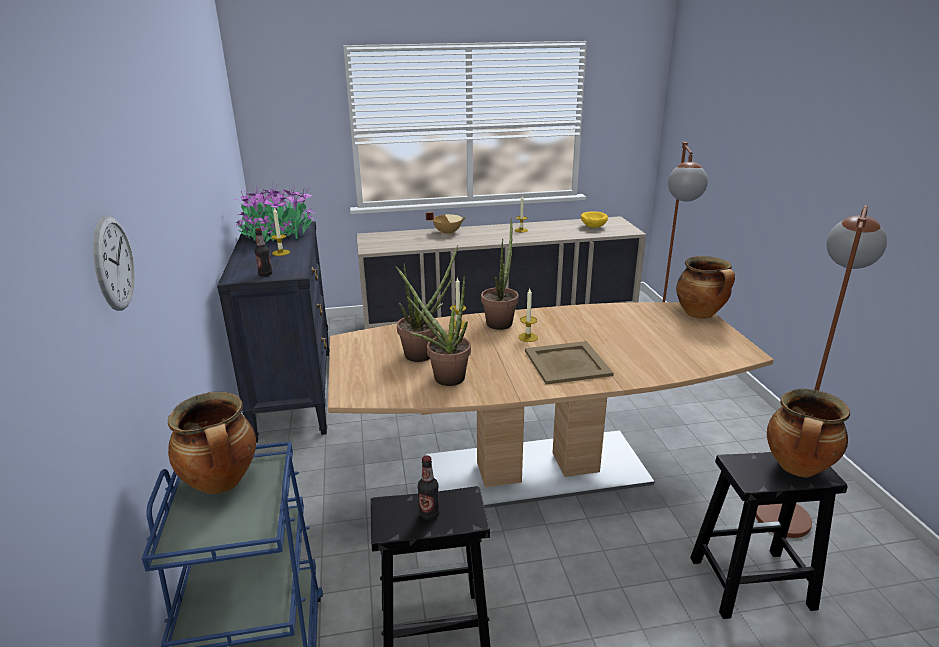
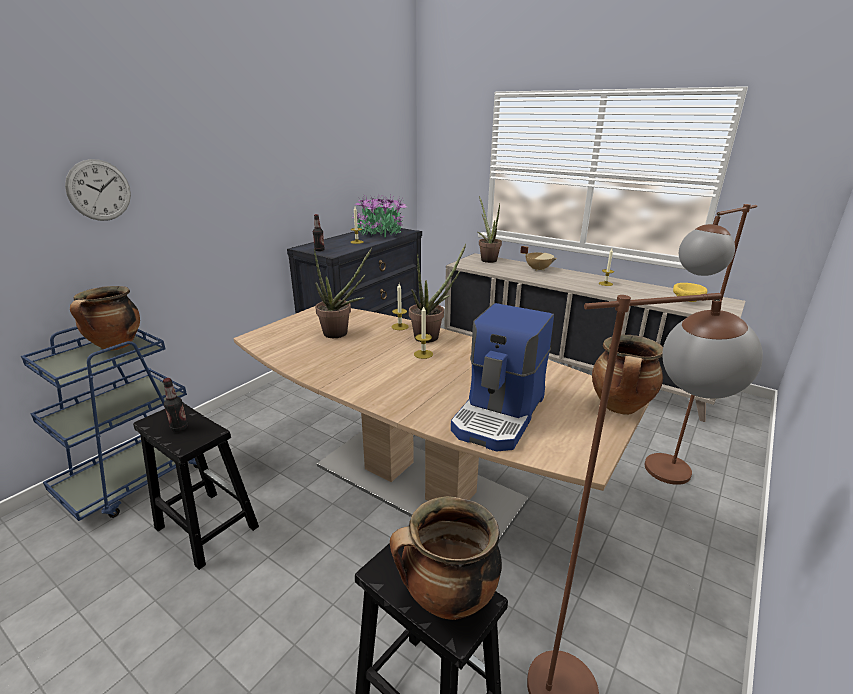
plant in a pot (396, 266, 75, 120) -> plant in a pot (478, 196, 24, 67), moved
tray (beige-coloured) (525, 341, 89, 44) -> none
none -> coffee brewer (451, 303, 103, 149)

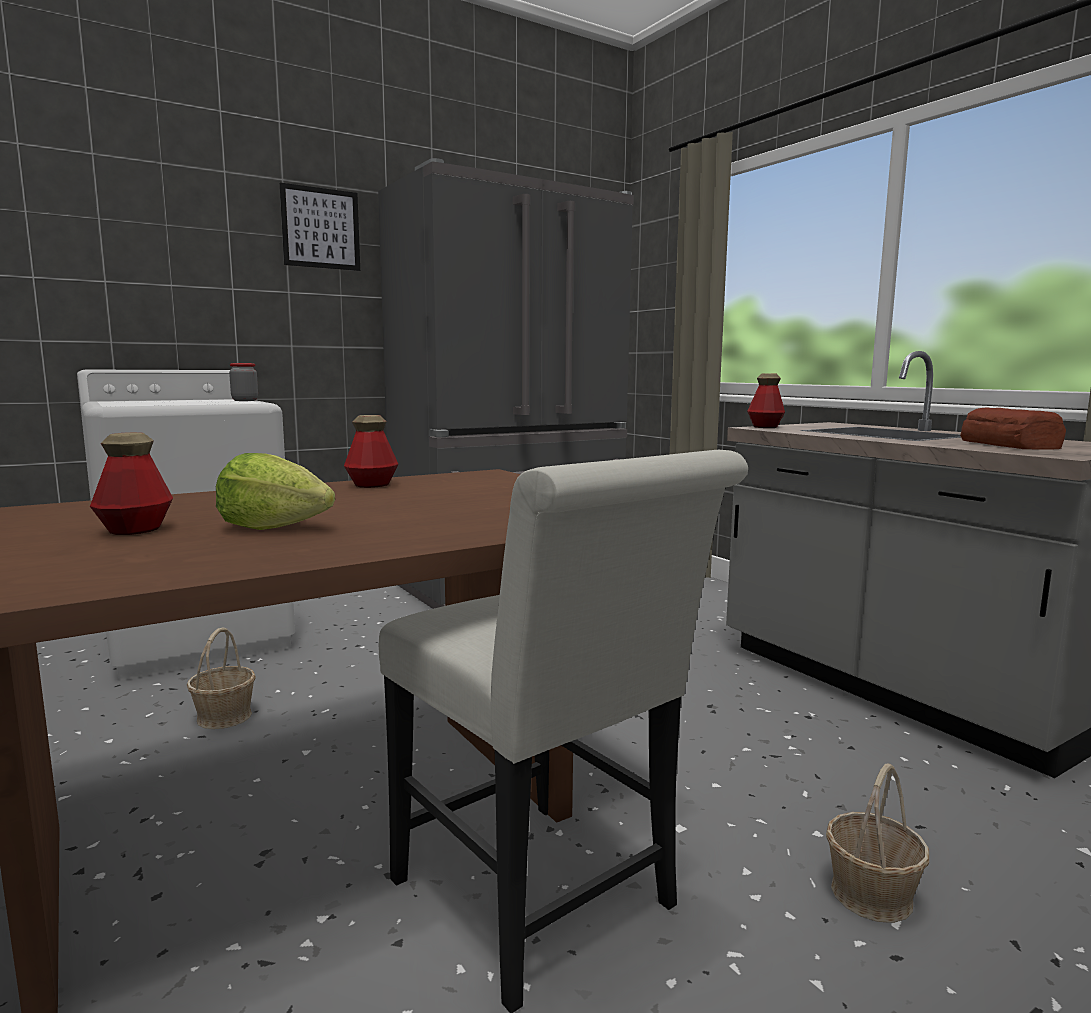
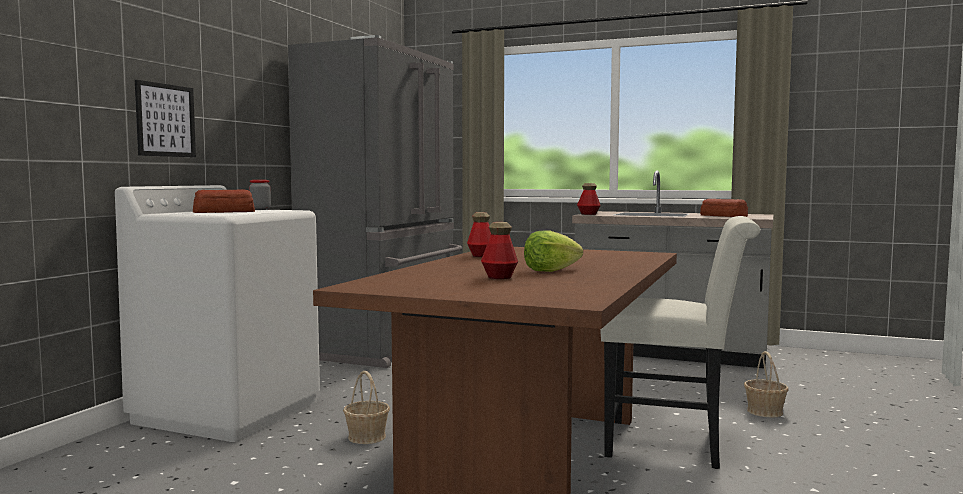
picture (280, 182, 80, 89) -> picture (135, 80, 61, 77), moved
none -> bread (193, 189, 62, 24)

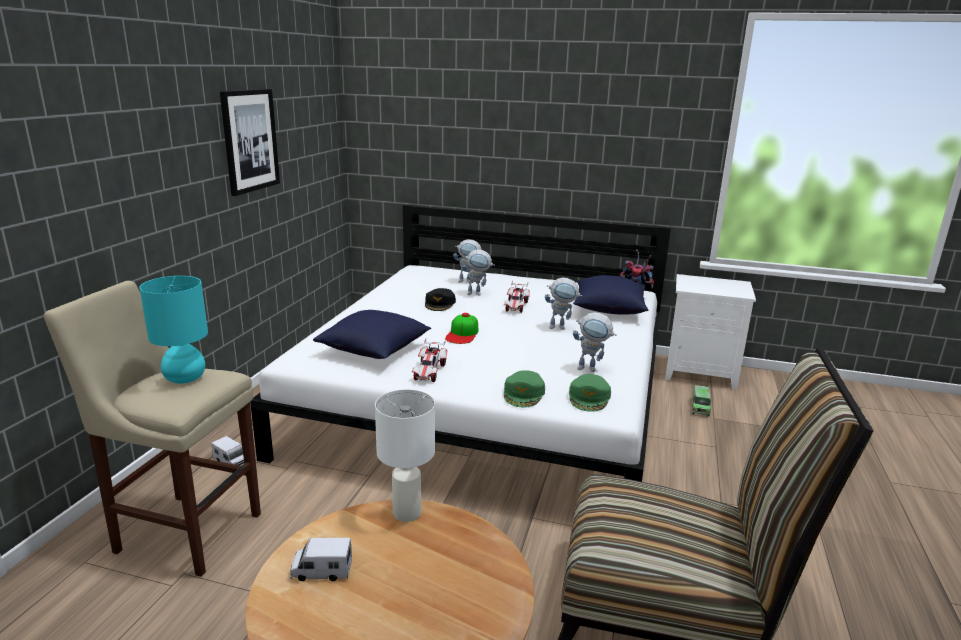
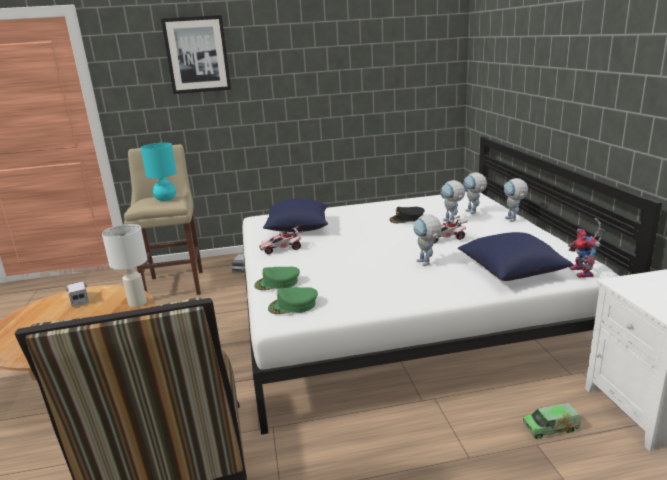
picture (220, 89, 60, 107) -> picture (161, 15, 70, 79), moved
robot figure (573, 312, 44, 60) -> robot figure (504, 178, 24, 44), moved
cap (445, 313, 33, 31) -> none

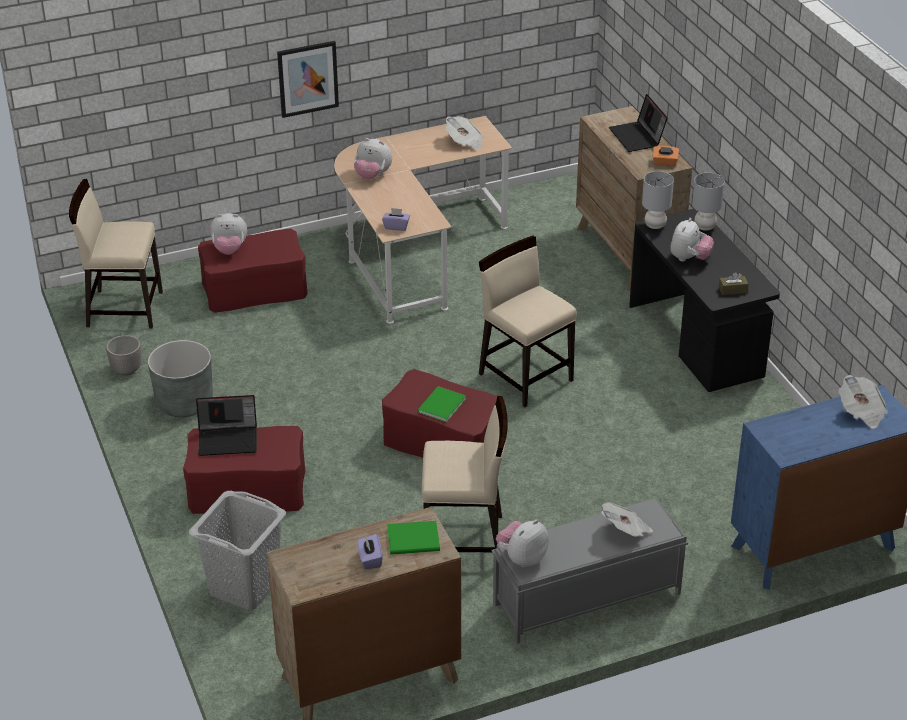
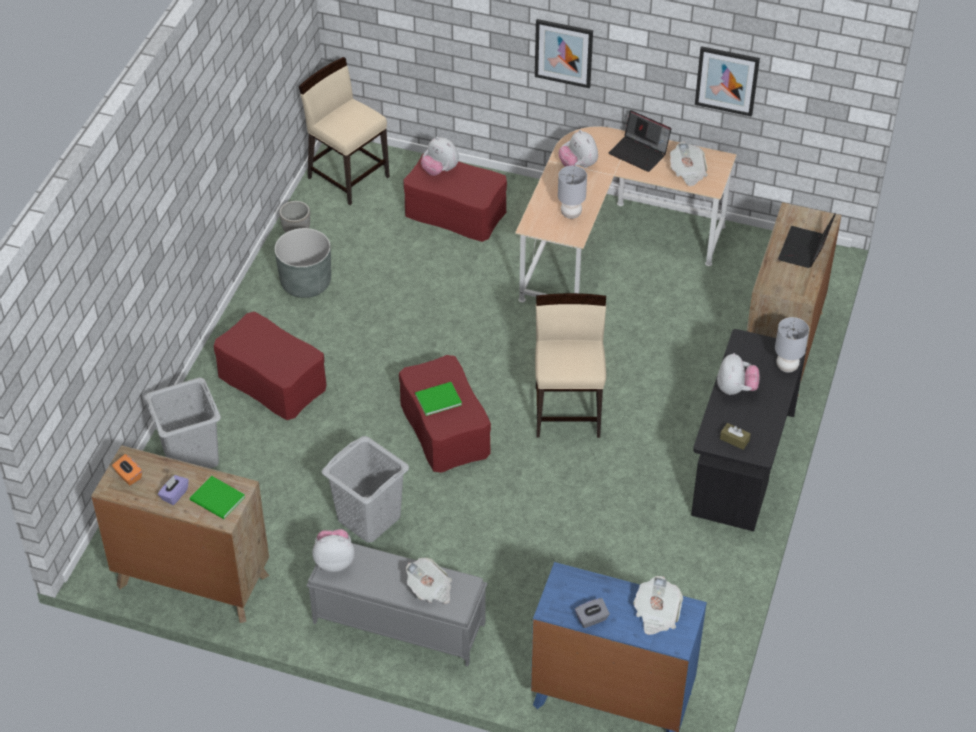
box of tissues (orangey) (653, 146, 26, 20) -> box of tissues (orangey) (112, 454, 30, 31), moved
table lamp (greyish) (642, 171, 32, 58) -> table lamp (greyish) (558, 166, 29, 53), moved
box of tissues (purple) (382, 208, 28, 23) -> none
cuddly toy (670, 218, 44, 44) -> cuddly toy (717, 353, 43, 42), 60 degrees counterclockwise
laptop (196, 395, 61, 61) -> laptop (609, 110, 62, 62), moved
upright chair (beige-coloured) (422, 396, 86, 156) -> washing basket (greyish) (322, 436, 87, 107)
none -> picture (695, 46, 65, 71)
none -> box of tissues (greyish) (575, 598, 35, 30)

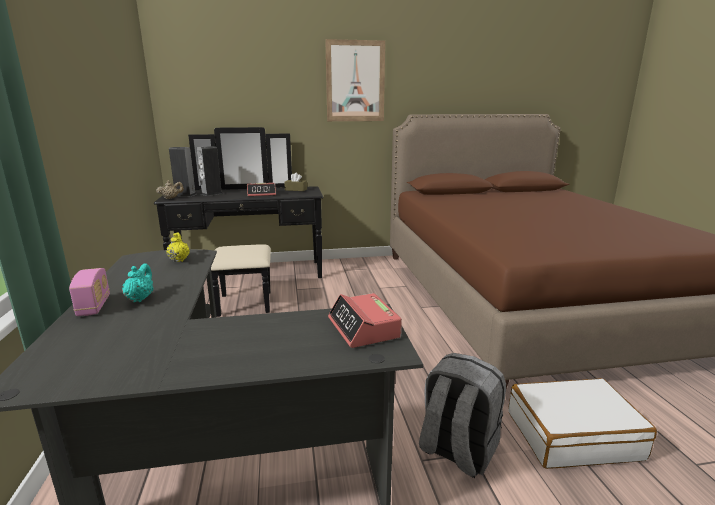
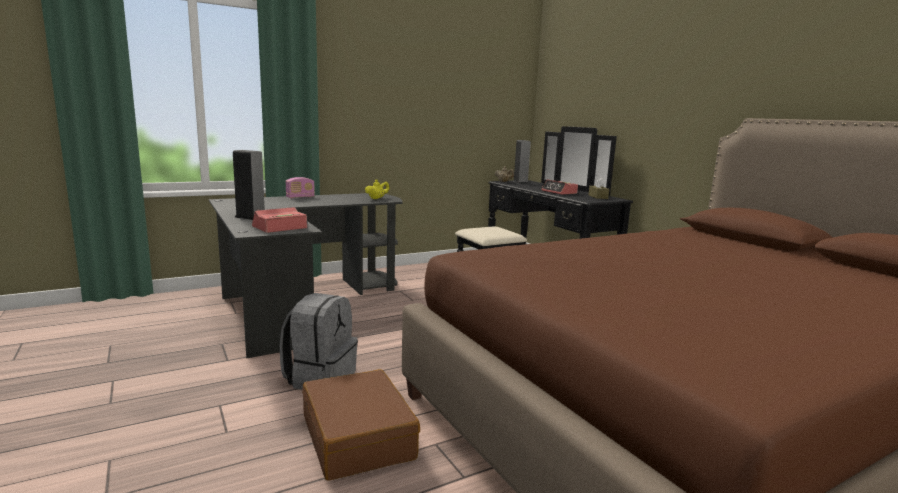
picture (325, 39, 60, 82) -> none
speaker (197, 146, 26, 50) -> speaker (233, 150, 32, 70), moved
teapot (turquoise) (122, 264, 32, 38) -> none
travel case (white) (508, 378, 149, 91) -> travel case (brownish) (302, 369, 118, 112)

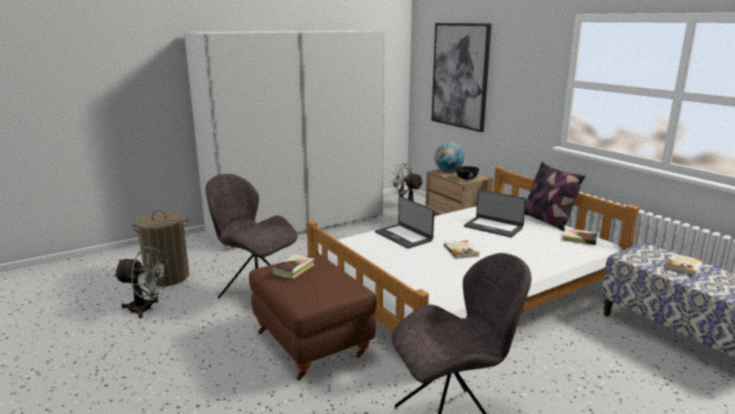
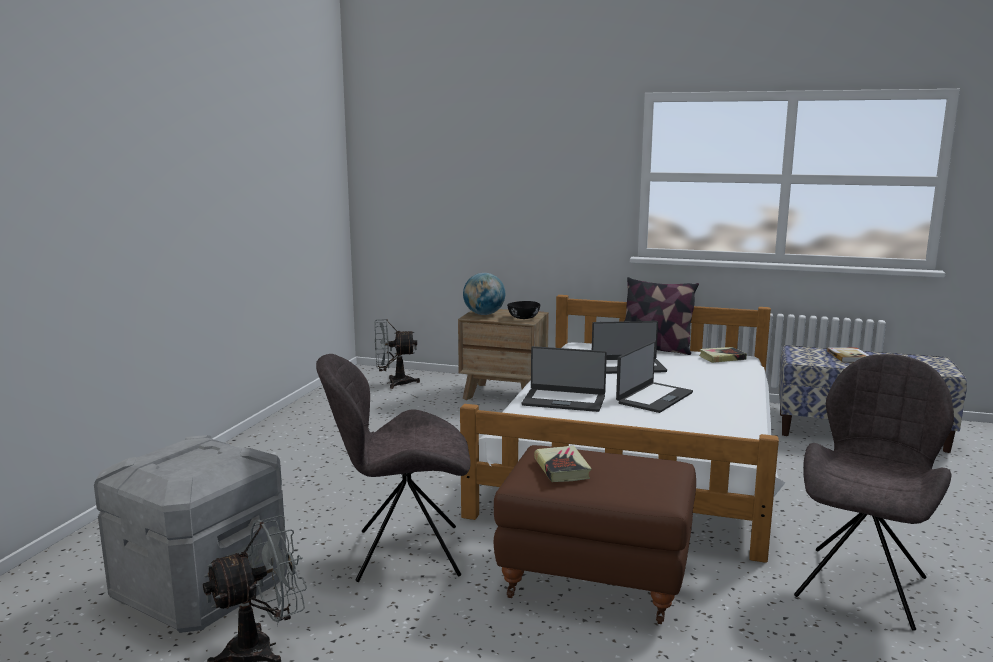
picture (431, 23, 60, 109) -> none
clothes cupboard (white) (184, 30, 201, 222) -> none
washing basket (131, 210, 58, 77) -> storage bin (greyish) (94, 435, 193, 198)
volume (444, 241, 36, 18) -> laptop (616, 341, 77, 72)

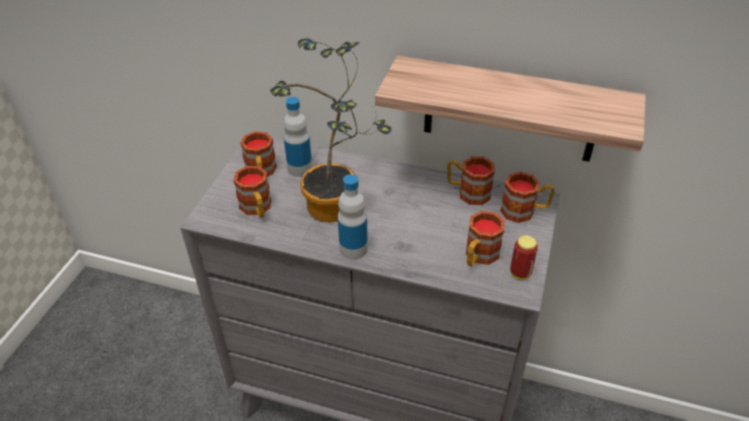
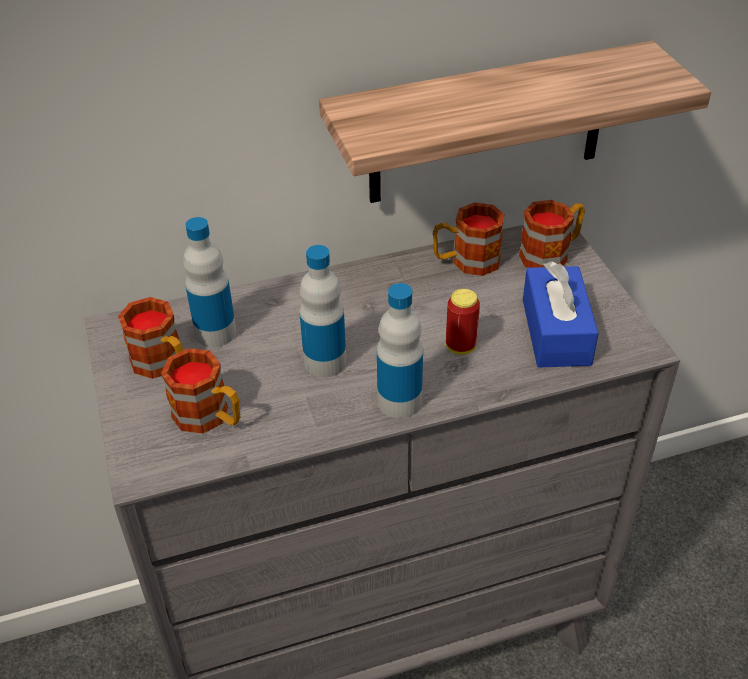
plant in a pot (270, 38, 122, 185) -> drink bottle (299, 245, 47, 132)
coffee mug (466, 211, 39, 55) -> box of tissues (blue-coloured) (523, 261, 76, 107)
sealed can (510, 235, 28, 45) -> sealed can (446, 289, 34, 65), moved

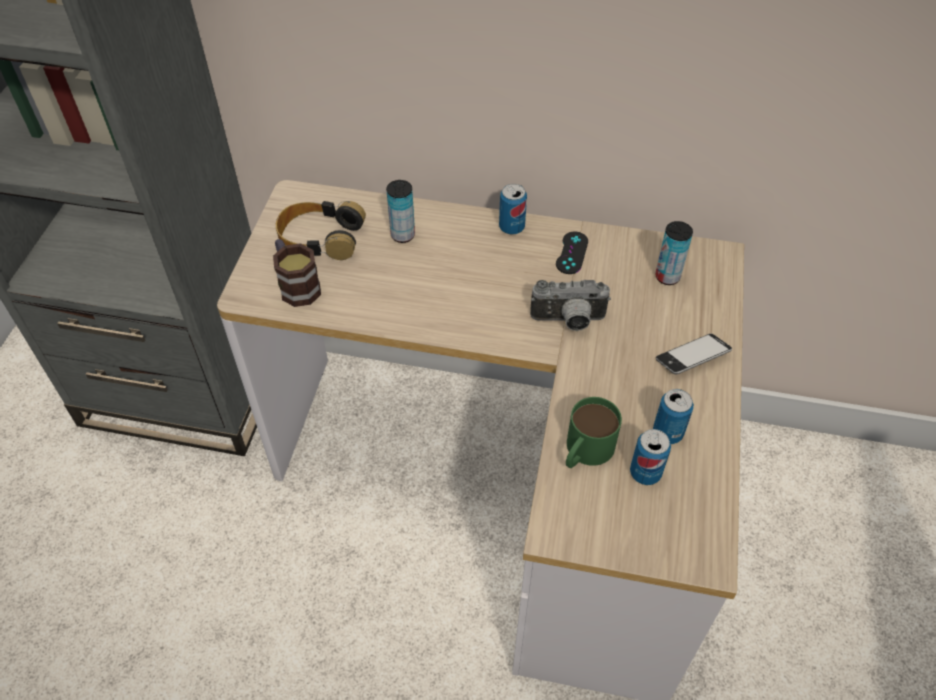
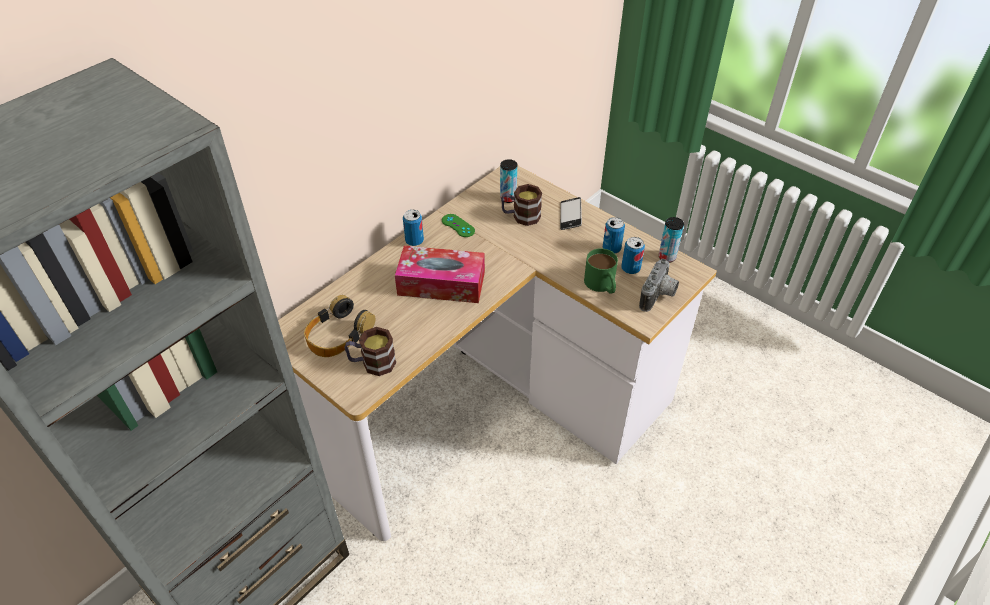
sealed can (386, 180, 29, 63) -> sealed can (659, 217, 25, 46), moved
gamepad (black) (556, 231, 32, 43) -> gamepad (green-coloured) (442, 214, 33, 23)
still camera (530, 280, 81, 51) -> still camera (639, 259, 40, 53), moved
none -> coffee mug (501, 184, 41, 42)
none -> box of tissues (395, 246, 90, 57)

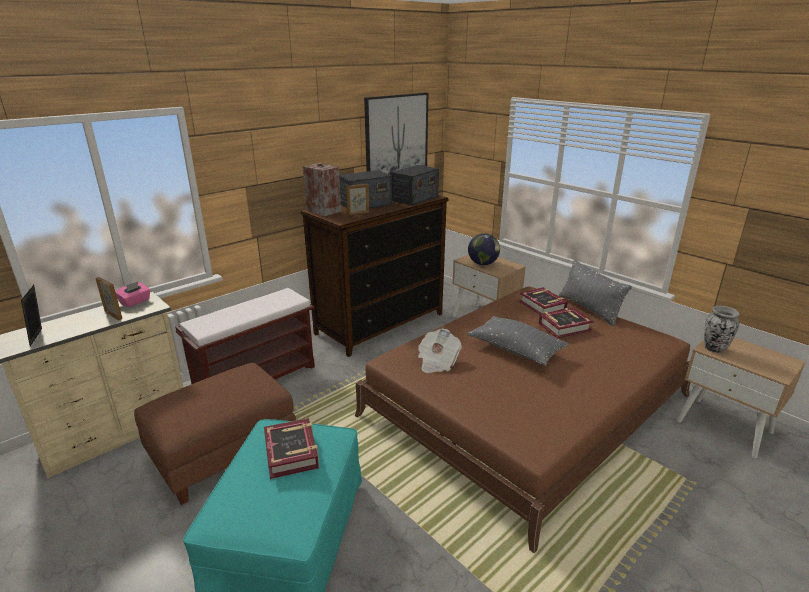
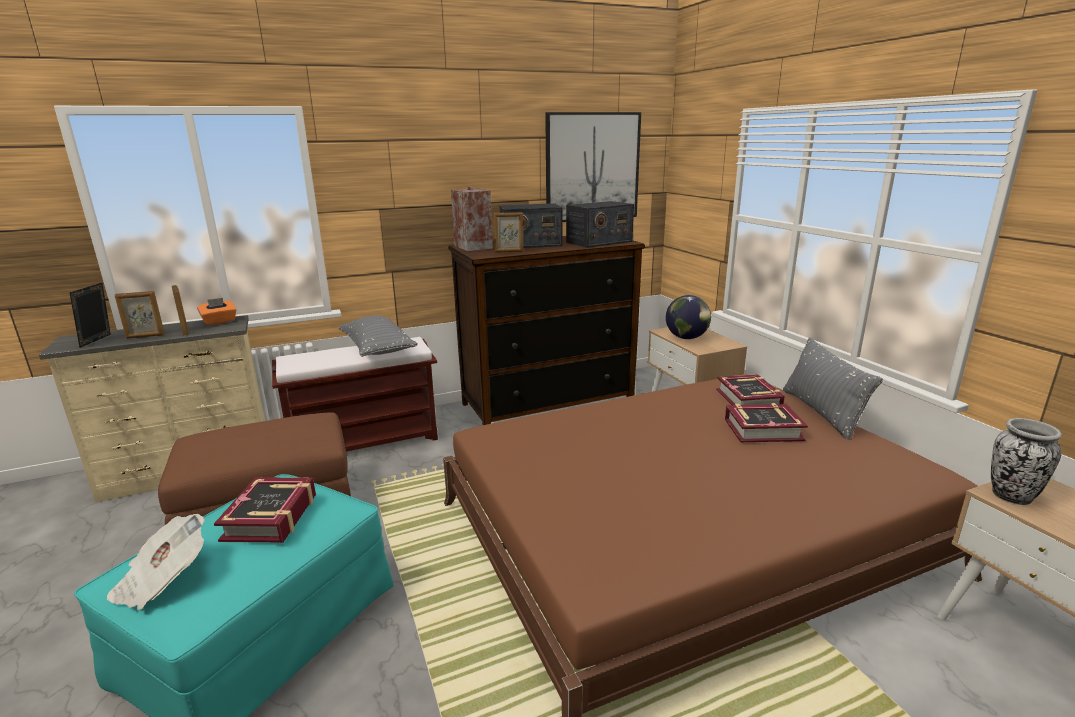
box of tissues (pinkish) (115, 282, 36, 25) -> box of tissues (orangey) (197, 298, 40, 28)
throw pillow (greyish) (467, 316, 102, 50) -> throw pillow (greyish) (339, 315, 79, 42), moved
printed paper (418, 329, 44, 44) -> printed paper (107, 514, 98, 96), moved
none -> photo frame (115, 291, 50, 48)

